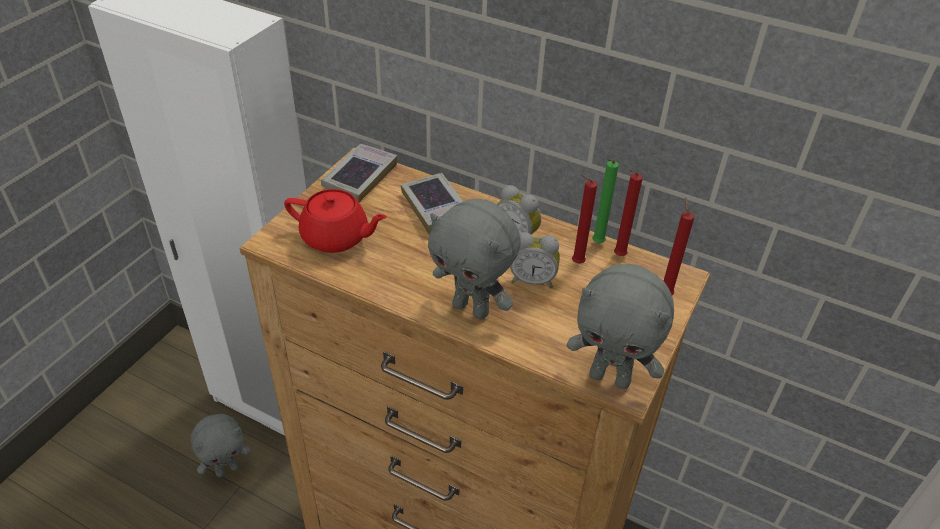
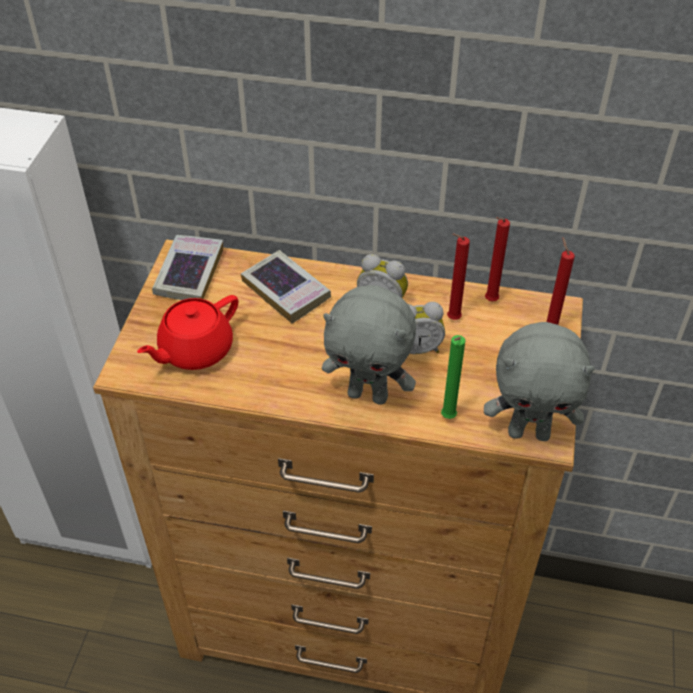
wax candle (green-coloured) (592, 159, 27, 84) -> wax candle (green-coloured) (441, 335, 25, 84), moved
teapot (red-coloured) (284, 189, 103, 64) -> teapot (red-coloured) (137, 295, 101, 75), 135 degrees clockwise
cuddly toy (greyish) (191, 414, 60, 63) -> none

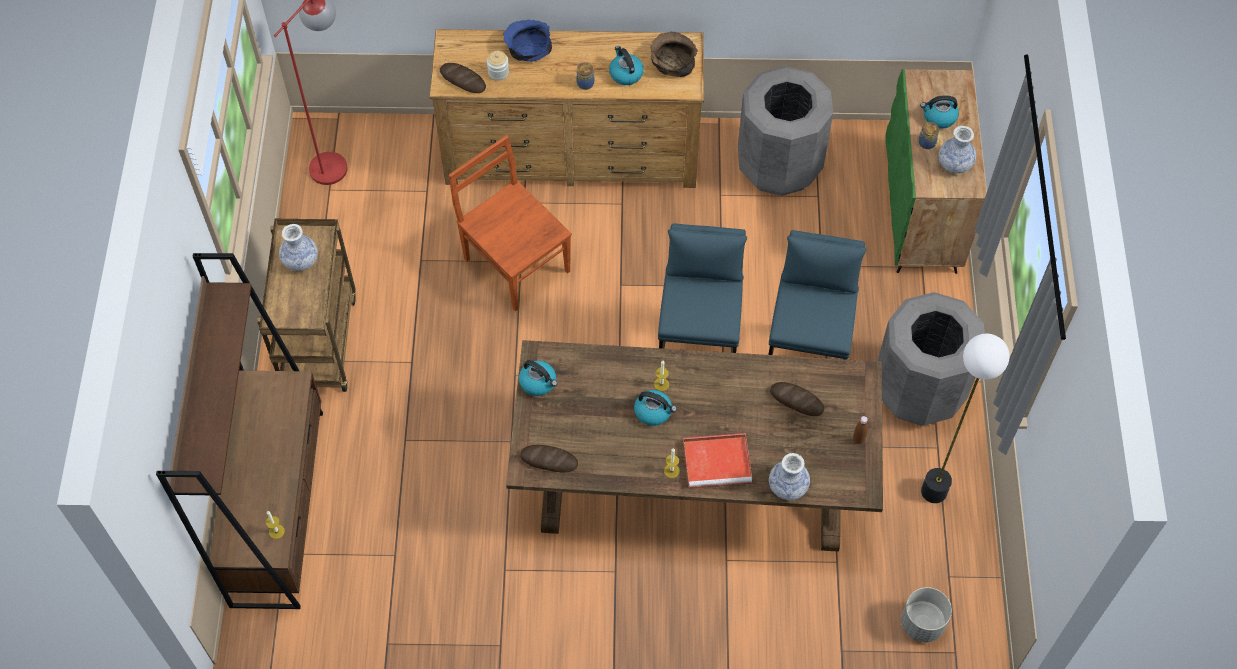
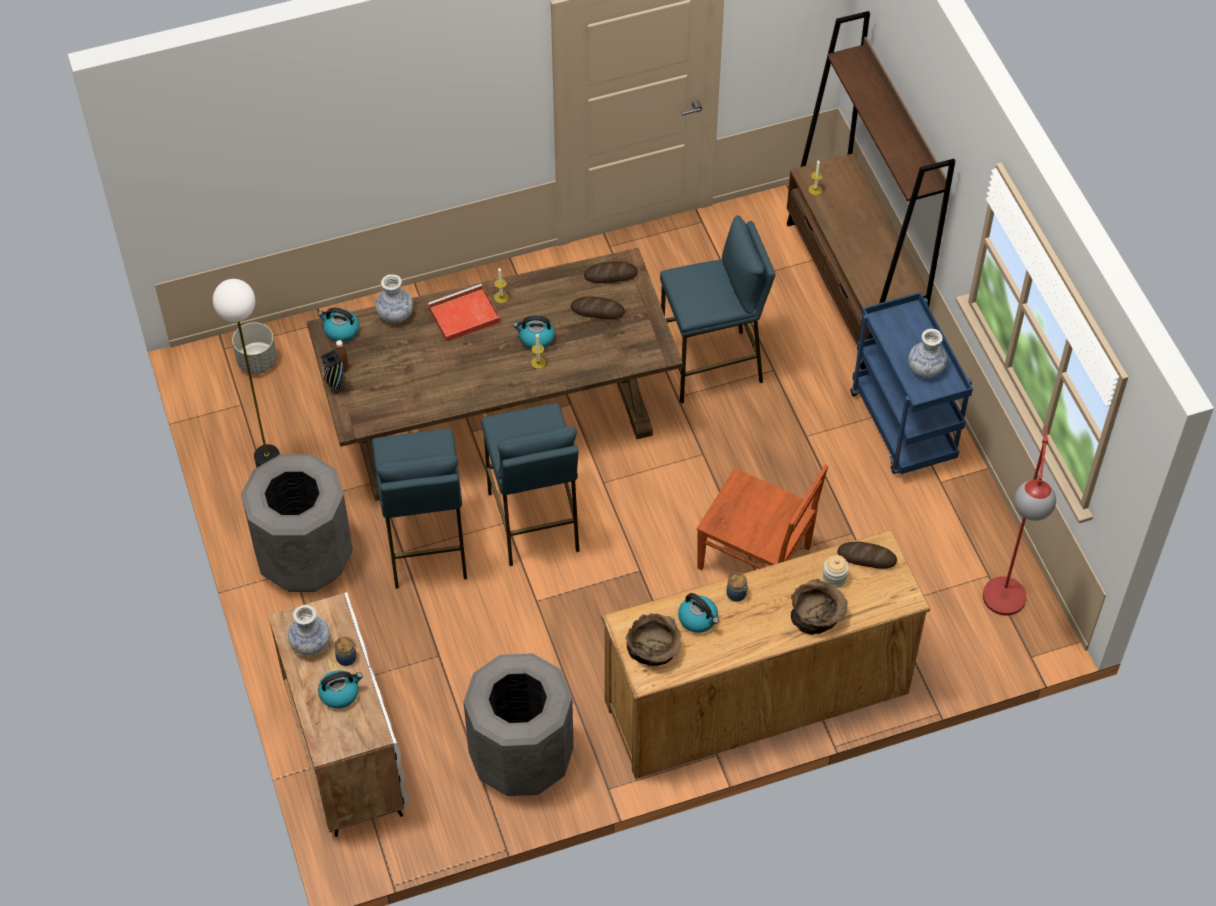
deep dish (blue-coloured) (503, 20, 49, 42) -> deep dish (brownish) (791, 579, 57, 56)
cabinet (green-coloured) (885, 69, 102, 205) -> cabinet (white) (268, 592, 140, 245)
trolley (brownish) (257, 219, 99, 173) -> trolley (blue-coloured) (851, 292, 122, 182)
kettle (519, 360, 38, 36) -> kettle (318, 308, 41, 34), moved
bread (770, 382, 54, 34) -> bread (571, 296, 54, 23), moved
none -> sitting stool (blue-coloured) (660, 215, 115, 188)
none -> flower vase (black) (320, 349, 25, 45)

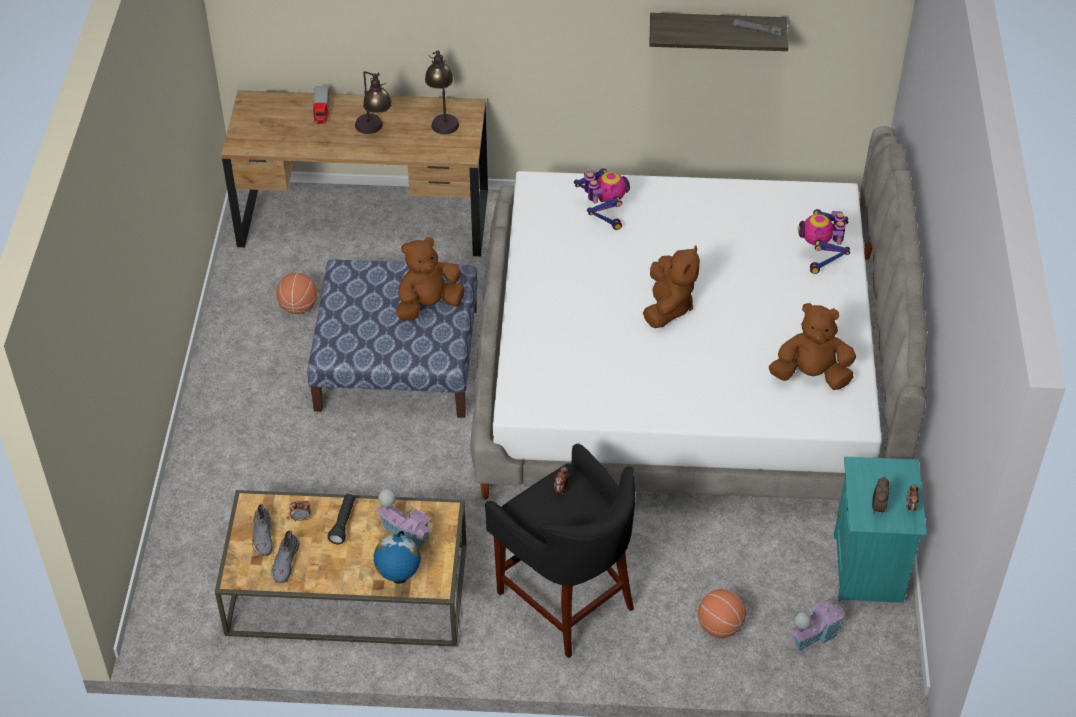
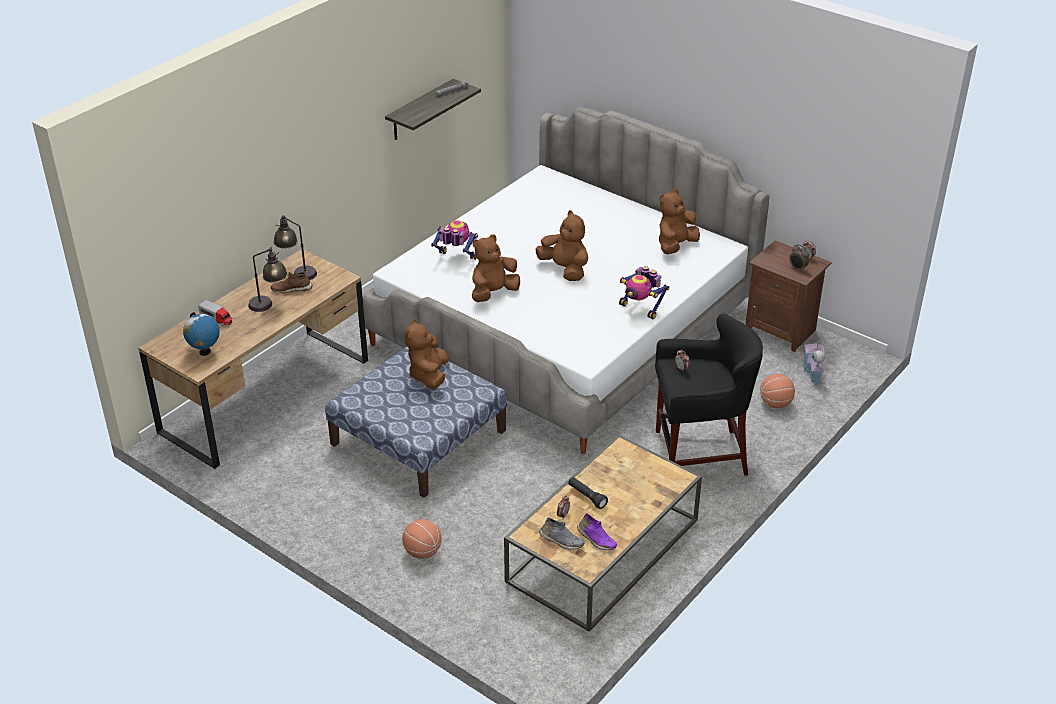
robot figure (797, 209, 53, 65) -> robot figure (619, 266, 51, 54), moved
basketball ball (276, 273, 41, 41) -> basketball ball (402, 519, 40, 40), moved
nightstand (turquoise) (834, 456, 93, 147) -> nightstand (brownish) (745, 240, 87, 112)
toy house (376, 488, 55, 64) -> none
item of footwear (greyish) (271, 530, 29, 53) -> item of footwear (purple) (577, 513, 40, 37)
world globe (374, 531, 47, 53) -> world globe (183, 312, 37, 44), moved
none -> cuddly toy (brownish) (472, 234, 48, 68)
none -> item of footwear (brownish) (271, 272, 42, 21)

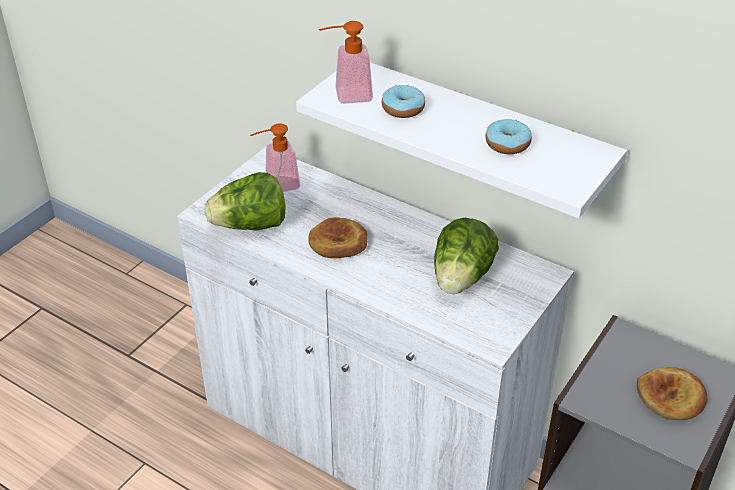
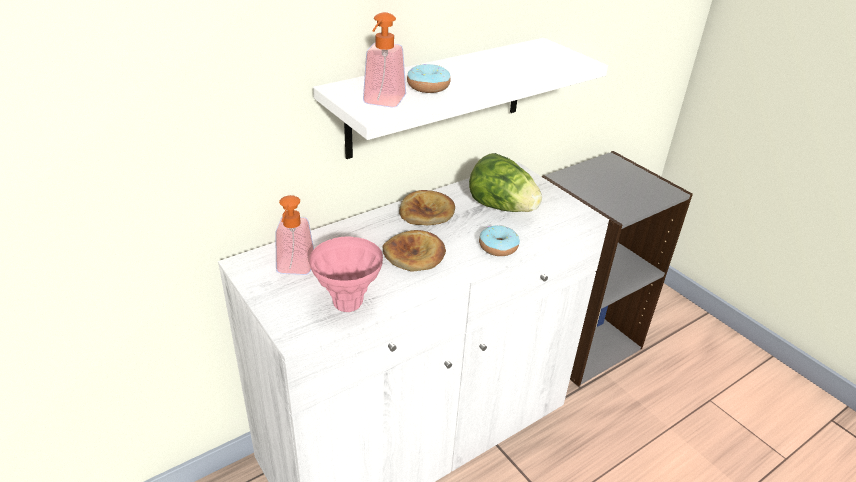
ring doughnut (485, 119, 47, 35) -> ring doughnut (479, 225, 41, 31), moved
head of lettuce (204, 172, 81, 59) -> flower vase (pinkish) (310, 236, 73, 76)
bread (637, 367, 71, 53) -> bread (399, 190, 56, 35), moved

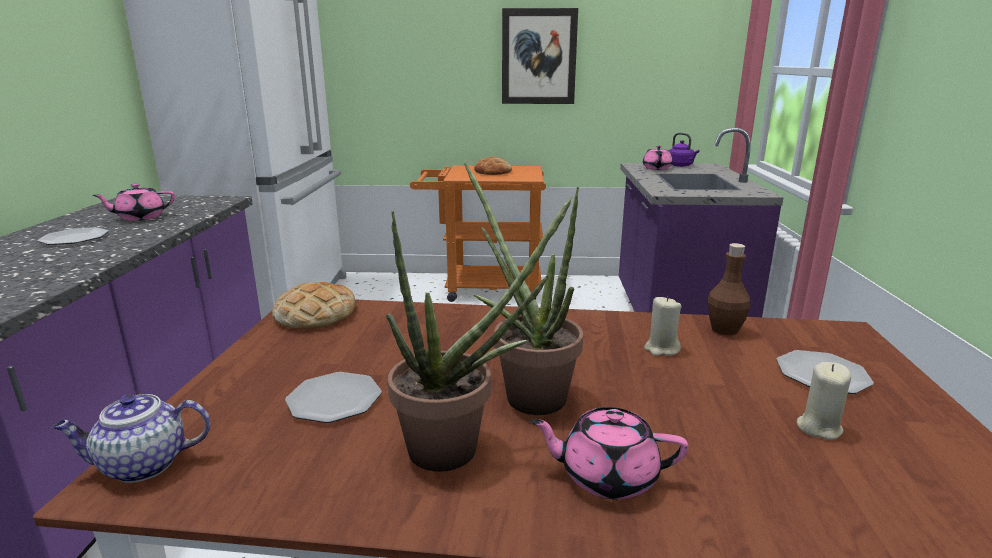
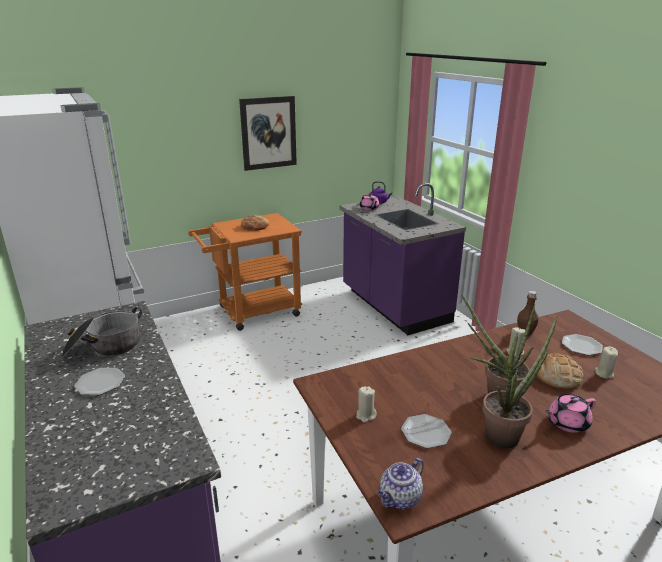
teapot (pinkish) (92, 184, 83, 37) -> saucepot (61, 307, 81, 50)
bread (272, 282, 83, 47) -> bread (532, 353, 52, 35), moved
none -> wax candle (beige-coloured) (356, 387, 21, 36)

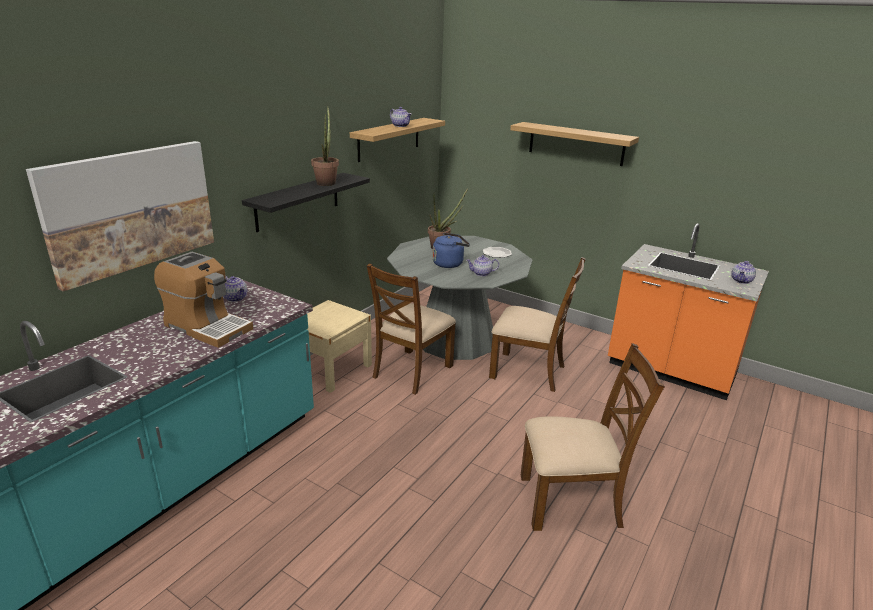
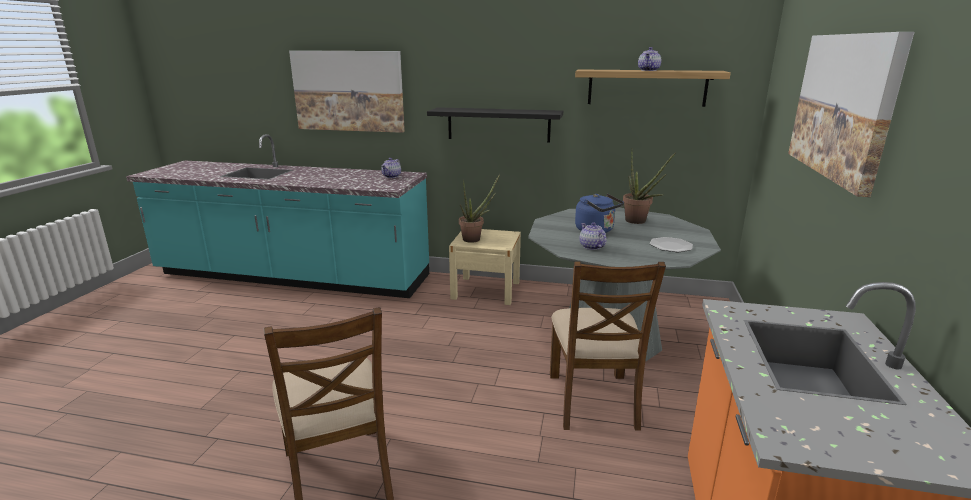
plant in a pot (311, 106, 28, 80) -> plant in a pot (459, 174, 41, 69), moved
bracket shelf (510, 122, 129, 44) -> picture (788, 32, 126, 165)
coffee brewer (154, 252, 99, 96) -> none
teapot (731, 261, 25, 23) -> none
upright chair (brownish) (367, 263, 89, 132) -> none

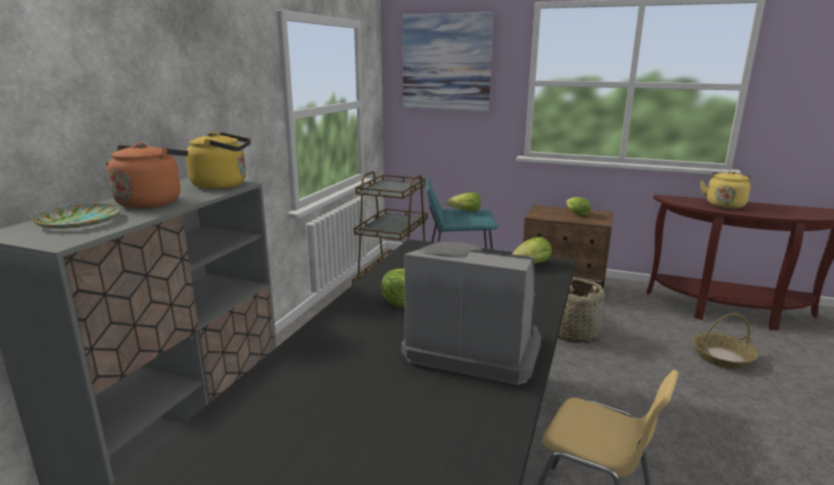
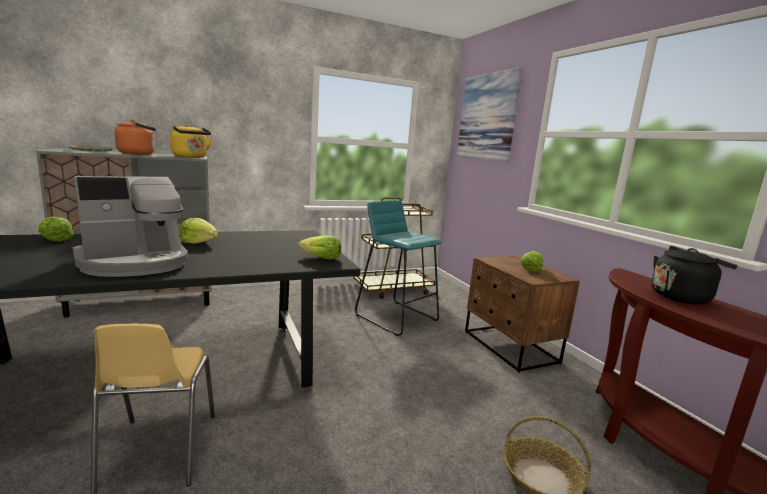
kettle (yellowish) (700, 171, 51, 38) -> kettle (black) (651, 246, 87, 59)
head of lettuce (446, 192, 35, 20) -> head of lettuce (38, 216, 36, 26), moved
coffee brewer (401, 242, 140, 143) -> coffee brewer (73, 176, 115, 101), 75 degrees clockwise
household basket (558, 278, 47, 65) -> none

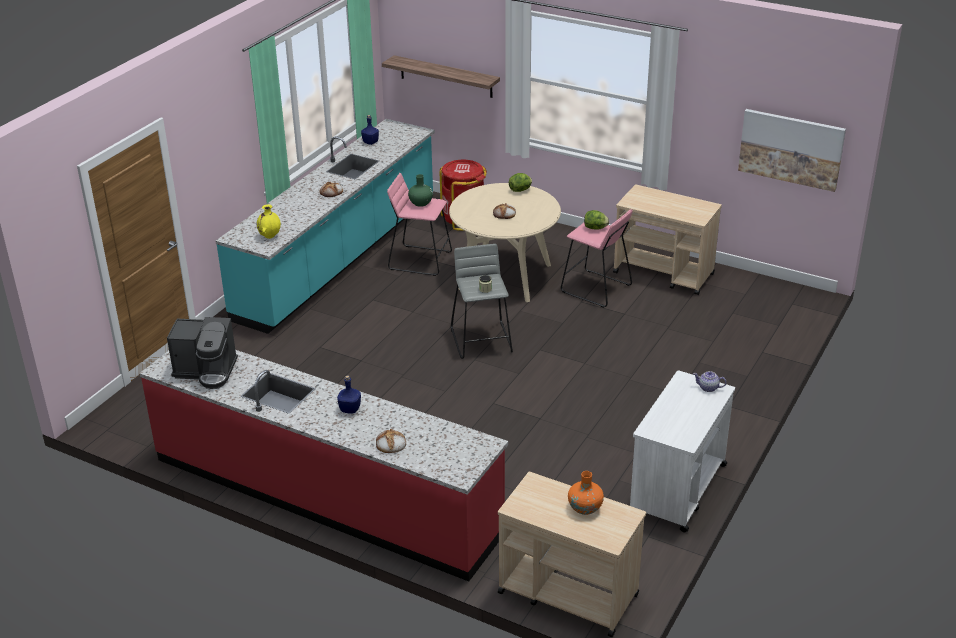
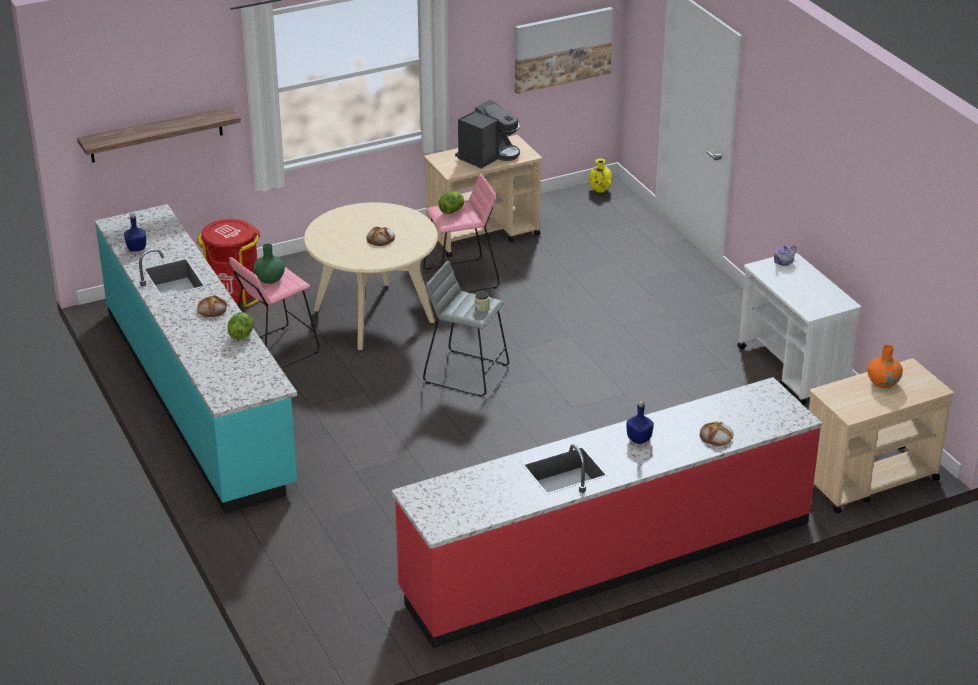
head of lettuce (509, 173, 23, 19) -> head of lettuce (228, 312, 26, 28), moved
flower vase (yellowish) (257, 204, 24, 35) -> flower vase (yellowish) (589, 159, 23, 34), moved
coffee brewer (167, 317, 71, 72) -> coffee brewer (455, 99, 65, 70), moved

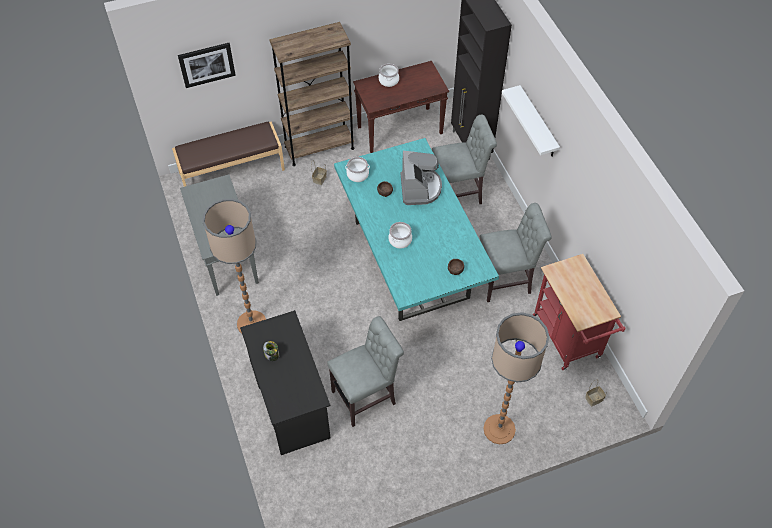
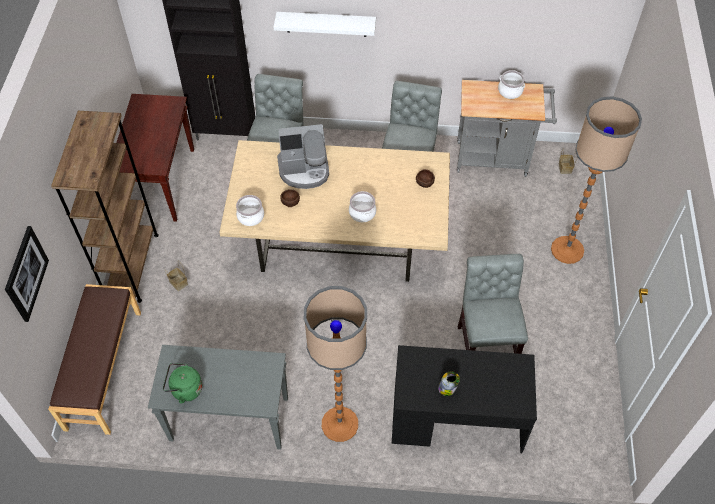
saucepot (379, 63, 20, 24) -> saucepot (498, 70, 27, 29), moved
kitchen table (turquoise) (334, 138, 165, 183) -> kitchen table (beige-coloured) (219, 140, 231, 142)
coffee brewer (401, 151, 41, 54) -> coffee brewer (277, 124, 52, 65), 150 degrees clockwise
trolley (red-coloured) (532, 254, 94, 117) -> trolley (greyish) (457, 80, 100, 97)
none -> kettle (green-coloured) (163, 363, 39, 41)

